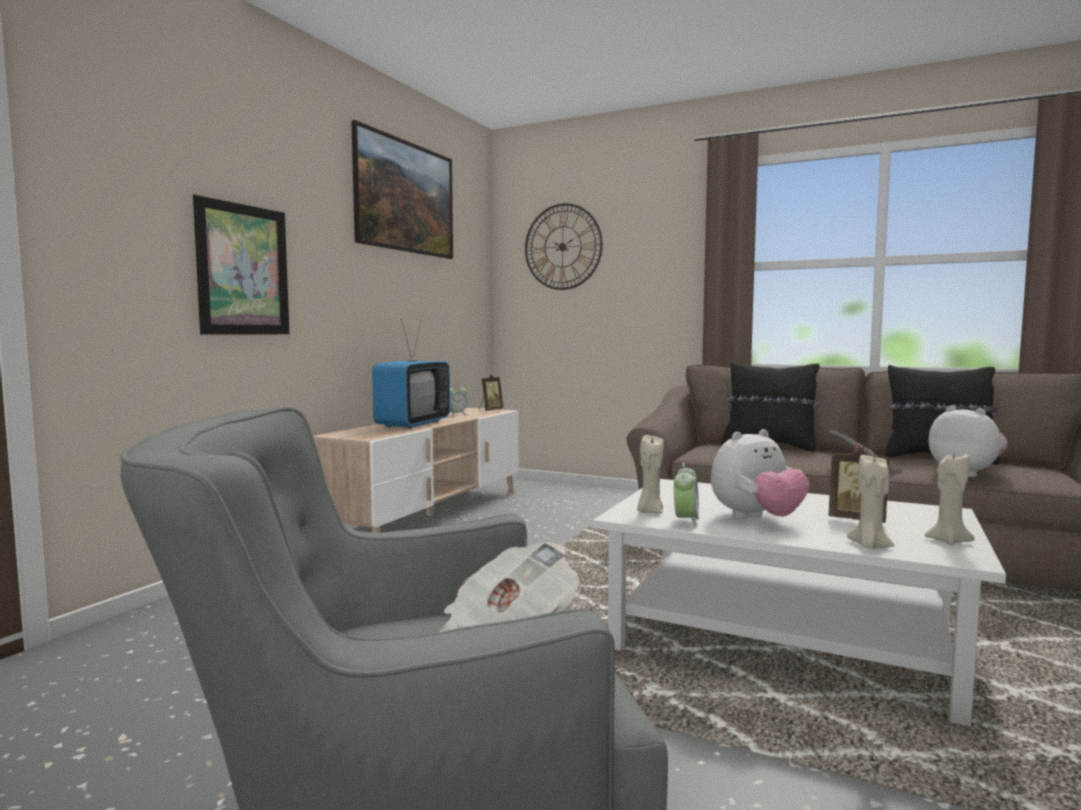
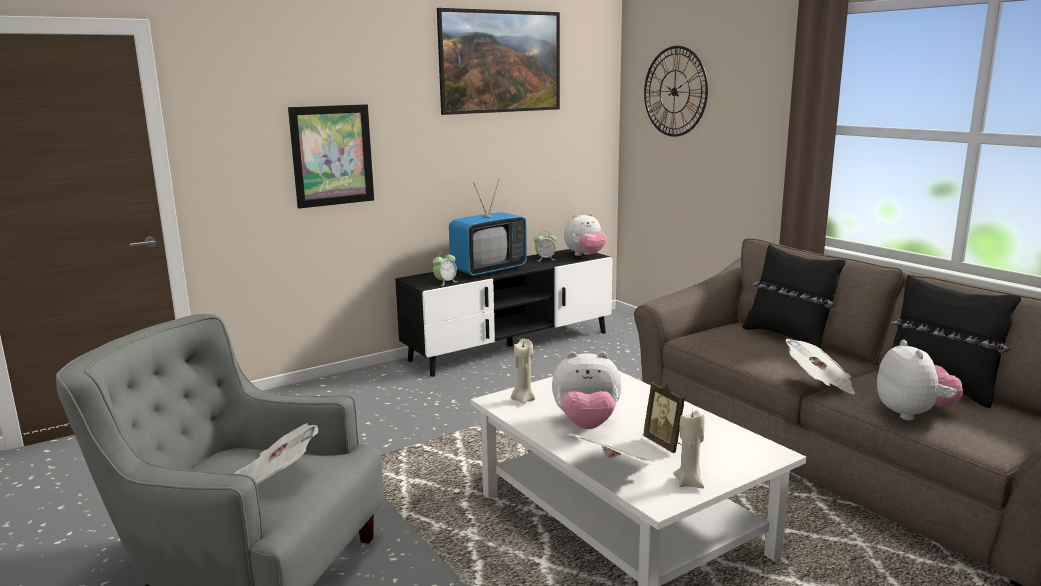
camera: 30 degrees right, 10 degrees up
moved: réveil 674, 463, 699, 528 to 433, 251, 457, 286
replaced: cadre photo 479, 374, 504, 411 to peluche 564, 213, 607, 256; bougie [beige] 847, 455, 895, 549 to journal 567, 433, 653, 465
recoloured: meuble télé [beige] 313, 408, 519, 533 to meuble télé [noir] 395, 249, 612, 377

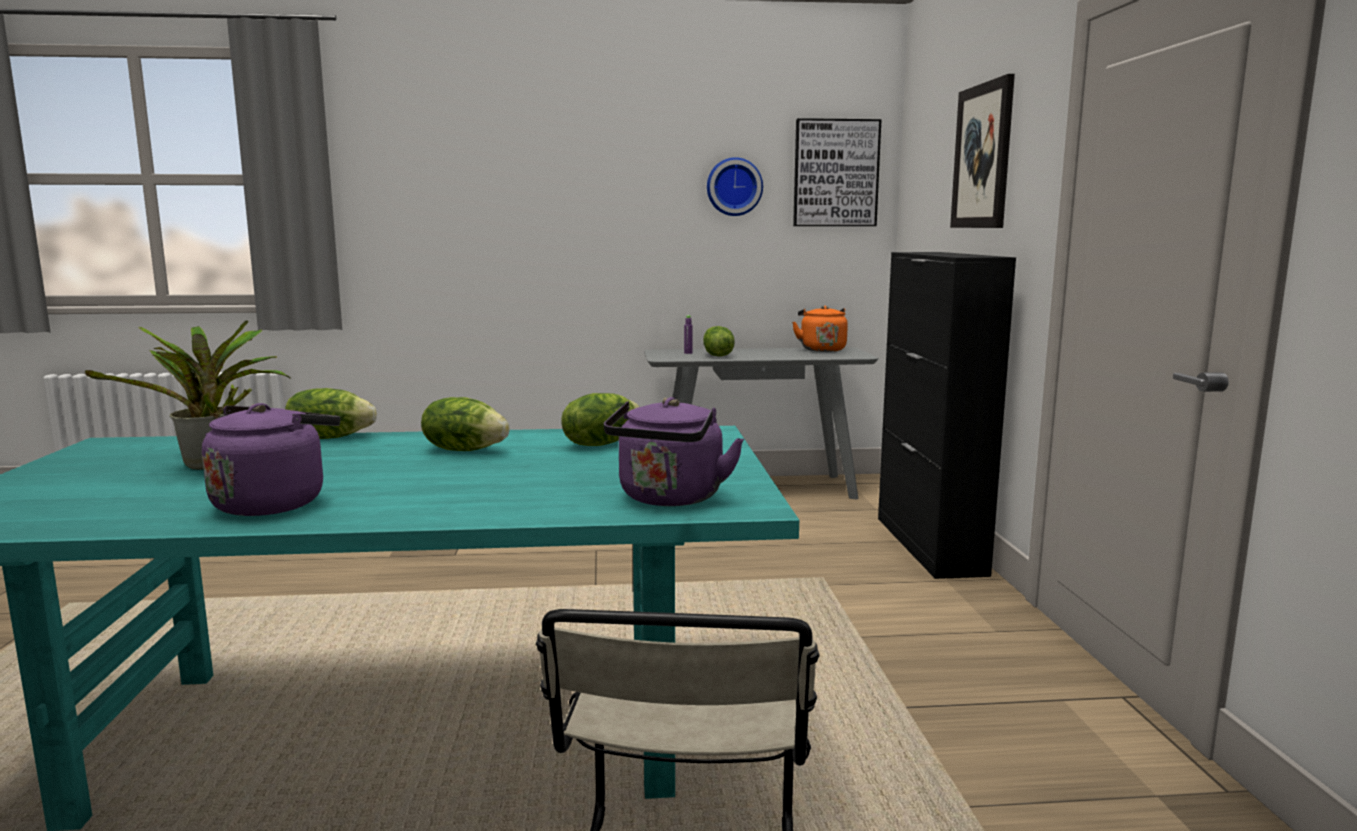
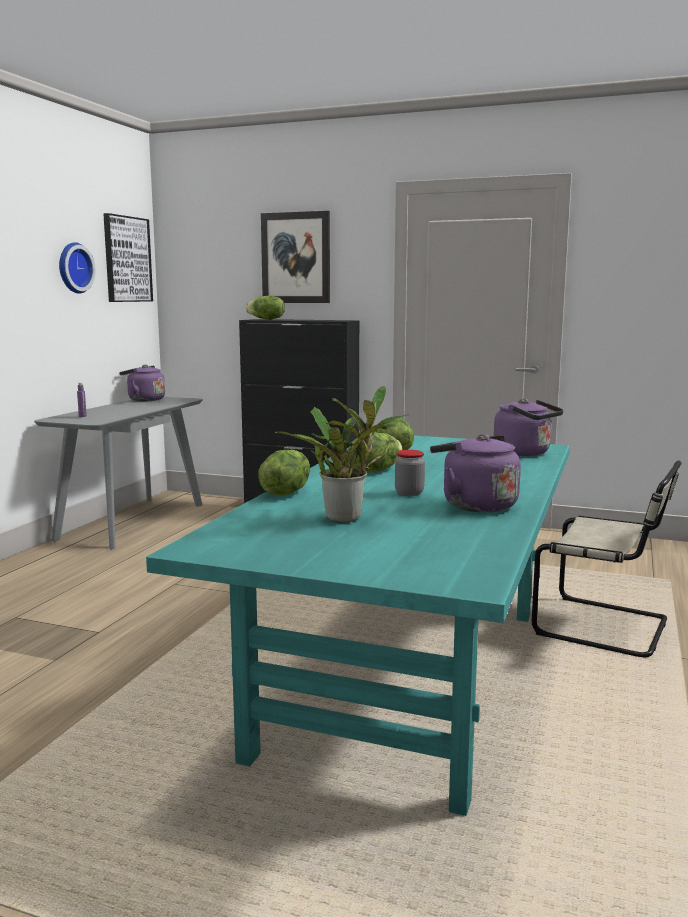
camera: 65 degrees left, 0 degrees up
added: bocal 395, 450, 425, 496
moved: laitue 703, 326, 735, 357 to 246, 296, 285, 319
recoloured: bouilloire [orange] 792, 305, 848, 352 to bouilloire [violet] 119, 365, 165, 401

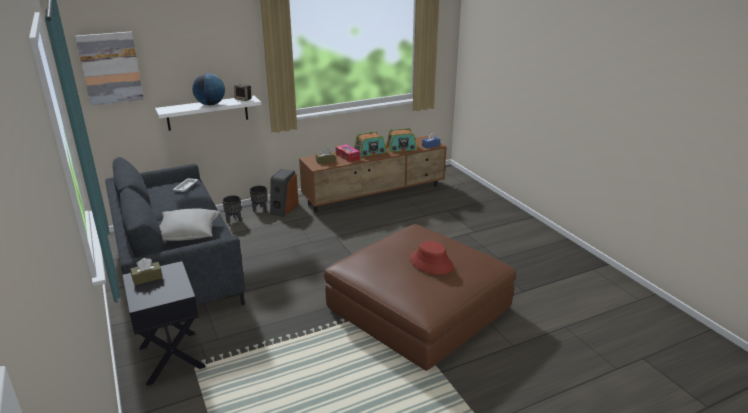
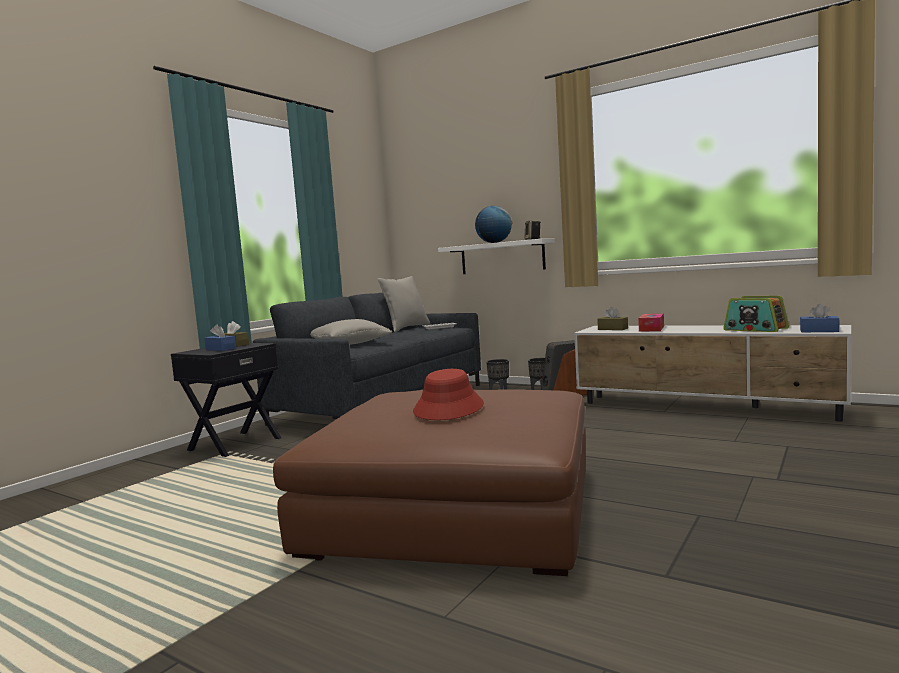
camera: 60 degrees right, 20 degrees down
removed: tableau 75, 31, 144, 106; radio 354, 131, 387, 157
added: boîte à mouchoirs [bleu] 204, 324, 236, 351; coussin [gris] 378, 276, 430, 332
recoloured: meuble télé [marron] 299, 136, 447, 213 to meuble télé [blanc] 574, 325, 851, 422

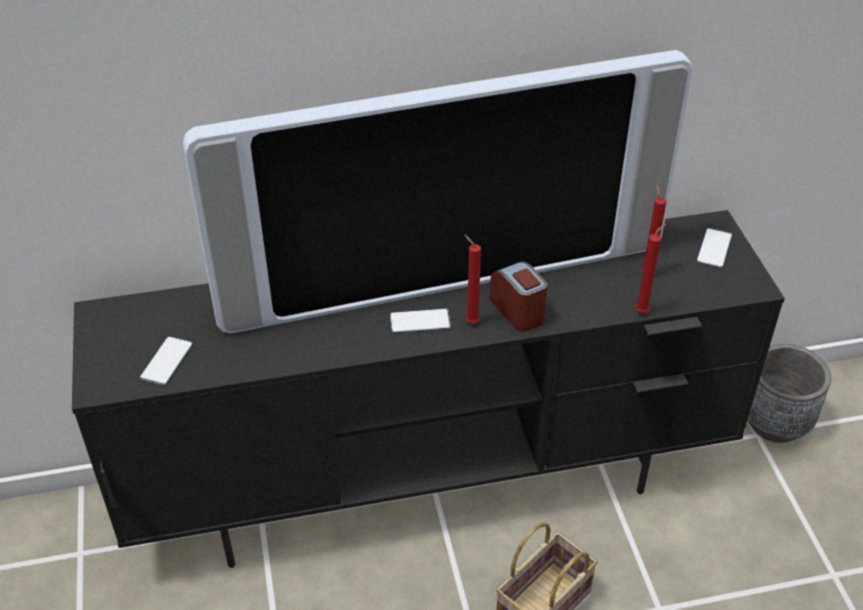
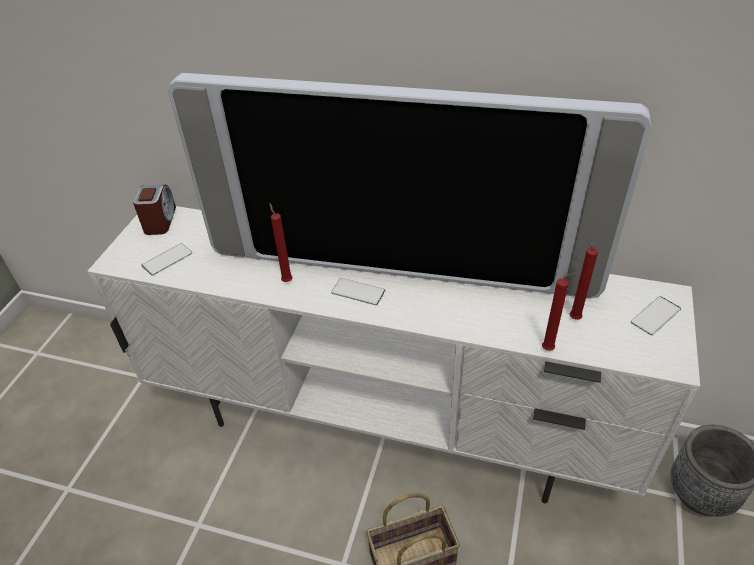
camera: 30 degrees right, 0 degrees up
moved: réveil 489, 262, 548, 332 to 133, 185, 176, 235; bougie [rouge] 465, 235, 481, 323 to 269, 203, 293, 282
recoloured: meuble télé [noir] 72, 210, 785, 568 to meuble télé [blanc] 87, 206, 700, 503

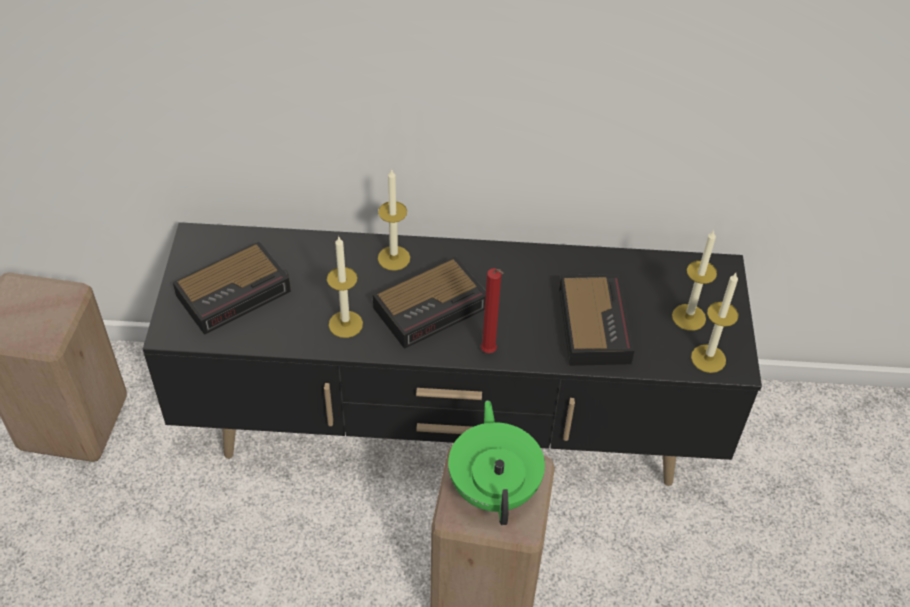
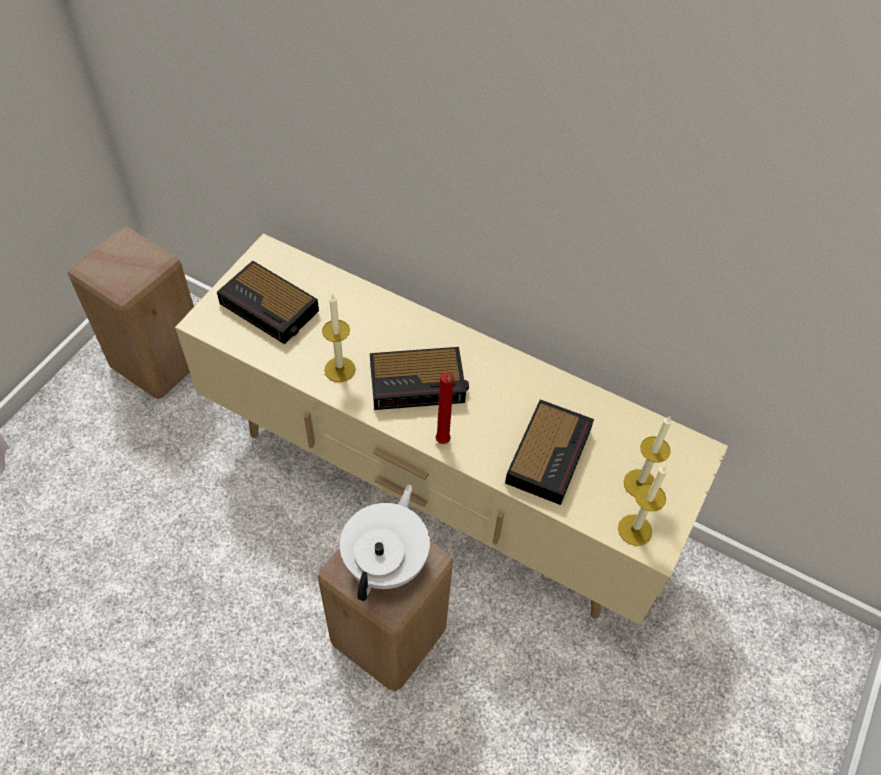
camera: 25 degrees right, 5 degrees up
removed: bougie 378, 169, 410, 271
recoloured: meuble télé [noir] 143, 222, 762, 486 to meuble télé [beige] 175, 234, 728, 625; théière [vert] 448, 400, 545, 525 to théière [blanc] 340, 485, 430, 601
turned: réveil 173, 242, 291, 335 = 217, 261, 319, 344 45 degrees clockwise

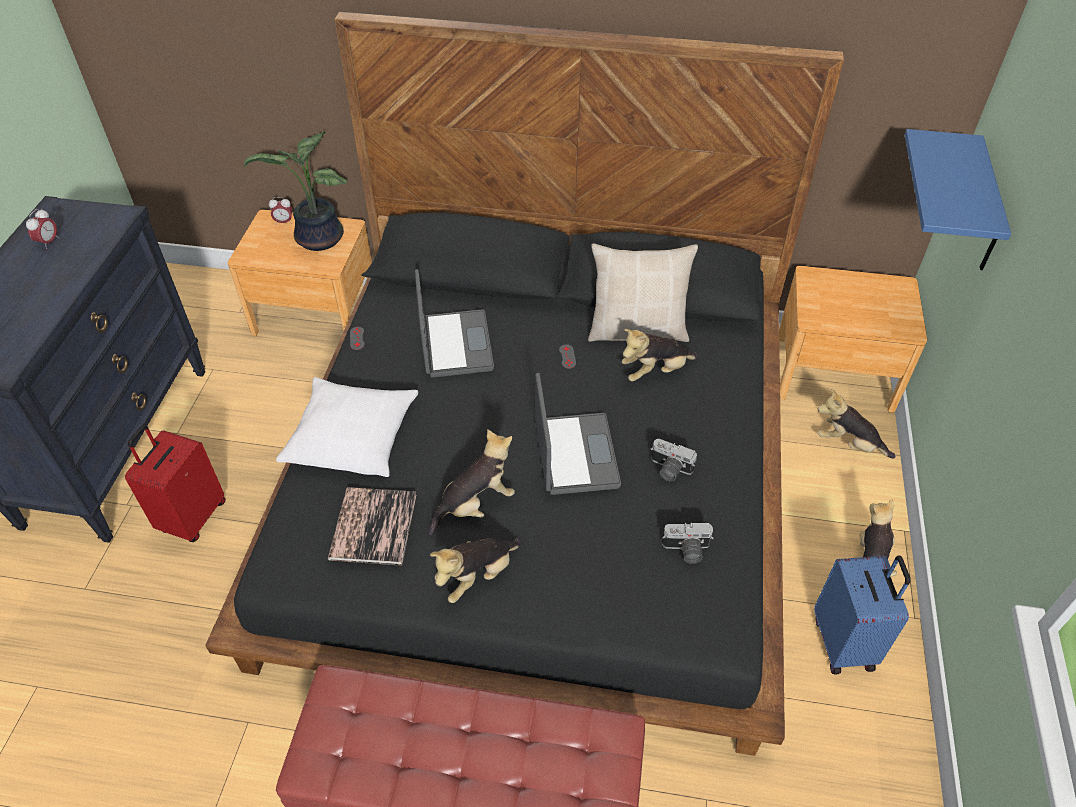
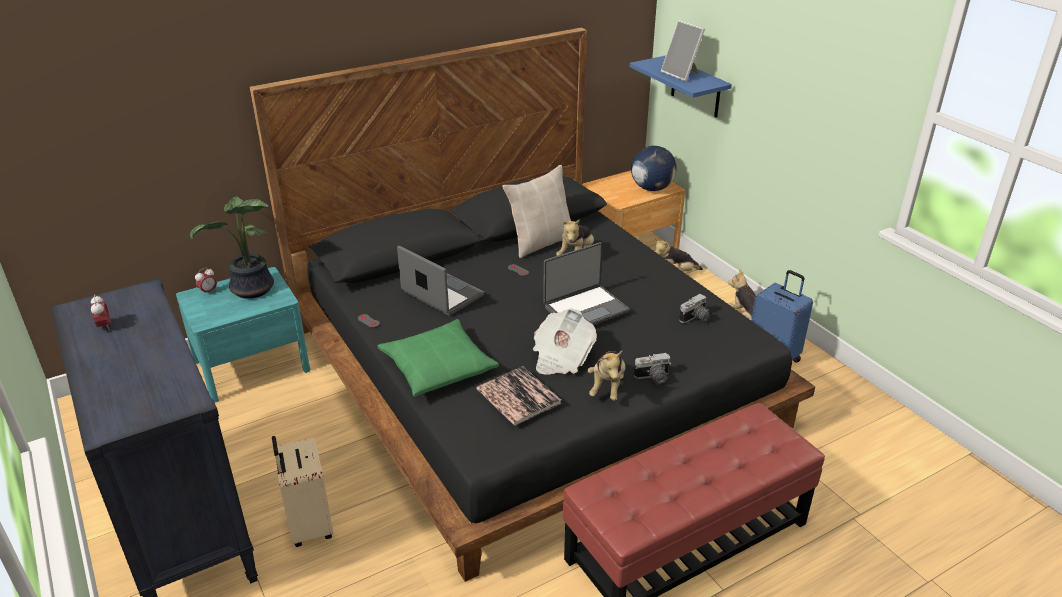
camera: 40 degrees left, 15 degrees down
added: globe 631, 146, 677, 191; cadre photo 661, 20, 705, 81
moved: appareil photo 651, 439, 697, 481 to 634, 353, 670, 384
replaced: peluche 429, 429, 515, 535 to journal 533, 309, 597, 375
recoloured: table de chevet [marron] 228, 210, 372, 336 to table de chevet [turquoise] 176, 267, 310, 402; valise [rouge] 125, 425, 226, 542 to valise [beige] 272, 436, 334, 547; coussin [blanc] 276, 377, 418, 477 to coussin [vert] 378, 319, 499, 397
turned: ordinateur portable 535, 373, 621, 495 = 543, 242, 630, 325 105 degrees clockwise

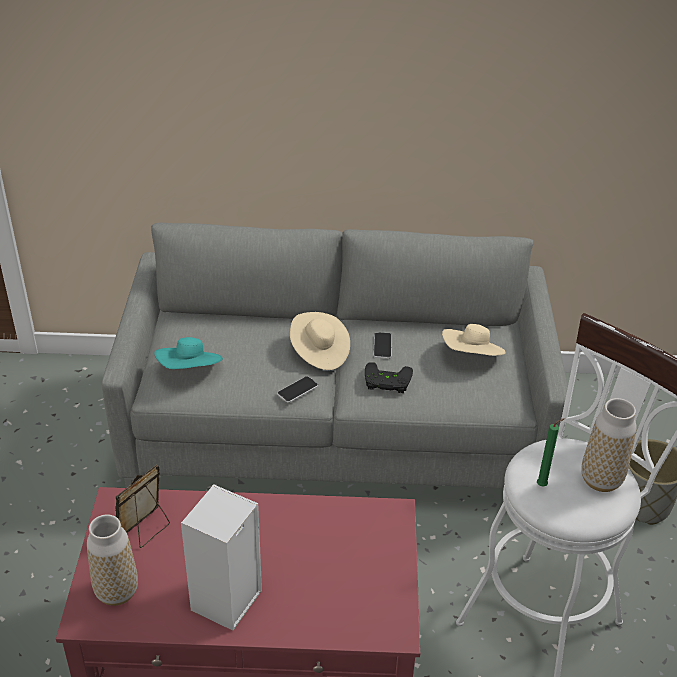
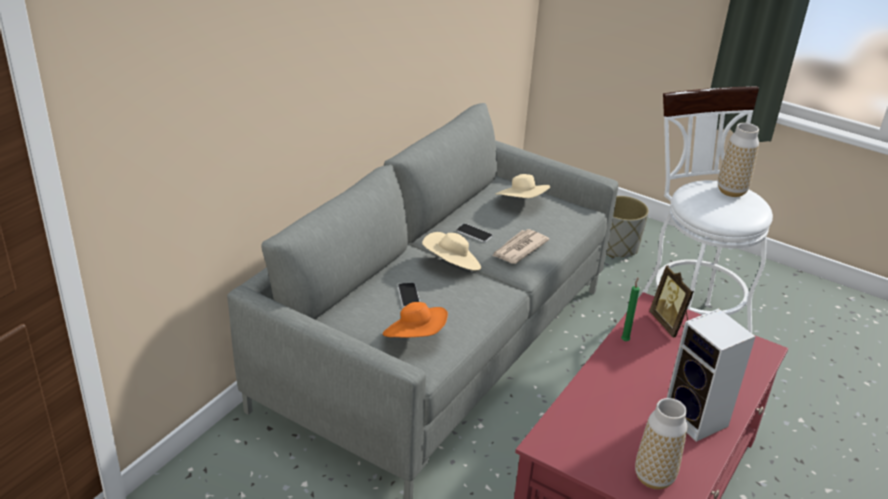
camera: 60 degrees left, 5 degrees down
moved: téléphone 277, 376, 318, 403 to 398, 283, 420, 308; bougie [vert] 537, 418, 565, 486 to 621, 278, 640, 341; cadre photo 115, 465, 170, 548 to 649, 265, 694, 338
replaced: manette [noir] 365, 363, 413, 393 to journal 492, 229, 549, 264
recoloured: chapeau [turquoise] 154, 337, 223, 369 to chapeau [orange] 383, 302, 448, 338

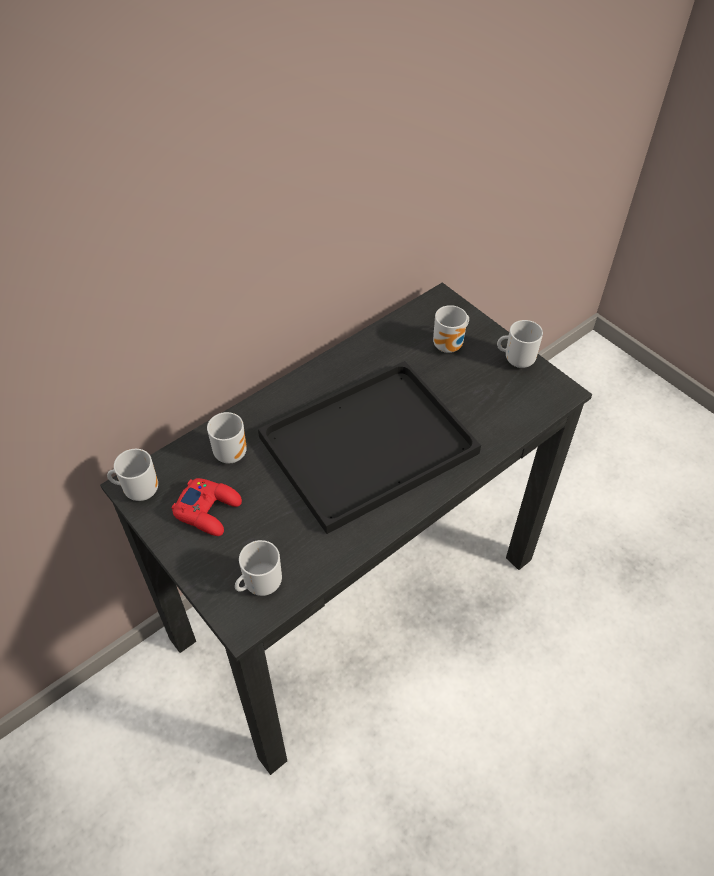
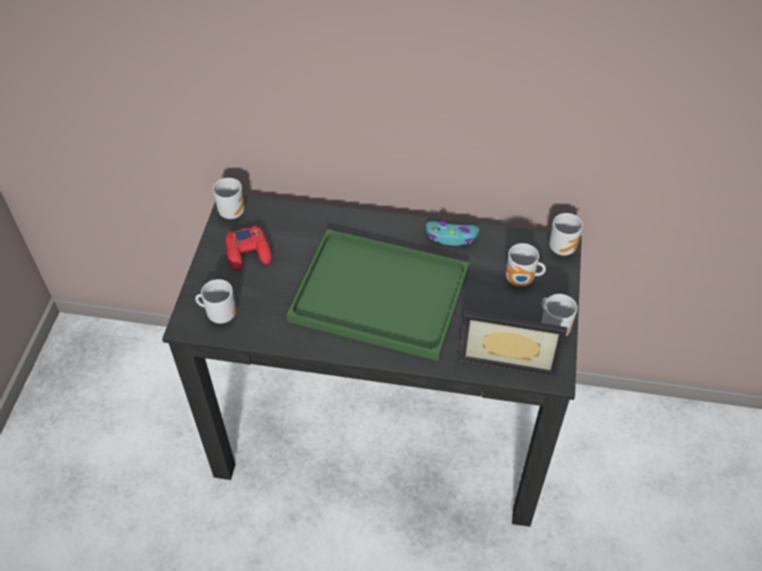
camera: 50 degrees right, 0 degrees up
added: manette [turquoise] 426, 221, 479, 246; cadre photo 458, 311, 567, 376
moved: mug 207, 412, 247, 463 to 549, 213, 583, 256
recoloured: plateau [noir] 258, 361, 481, 534 to plateau [vert] 287, 229, 469, 361

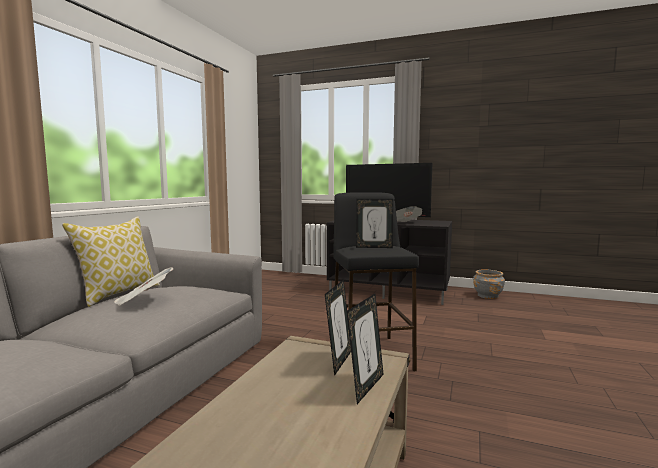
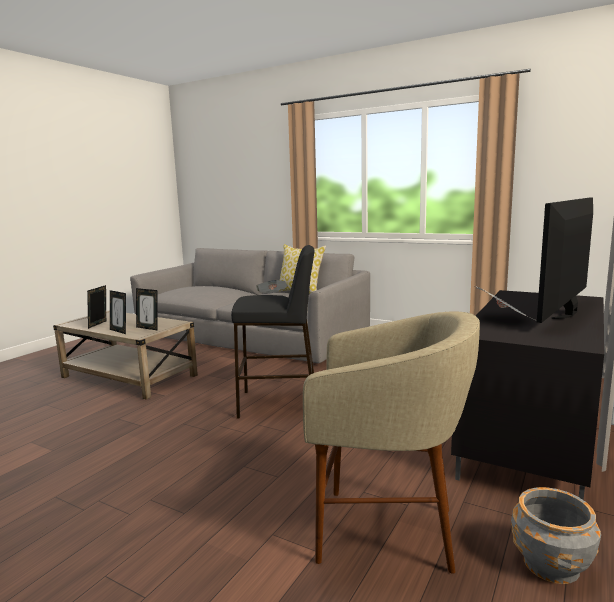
camera: 100 degrees right, 5 degrees up
added: tabouret [beige] 303, 312, 480, 574
moved: cadre photo 356, 199, 393, 248 to 87, 285, 106, 329

